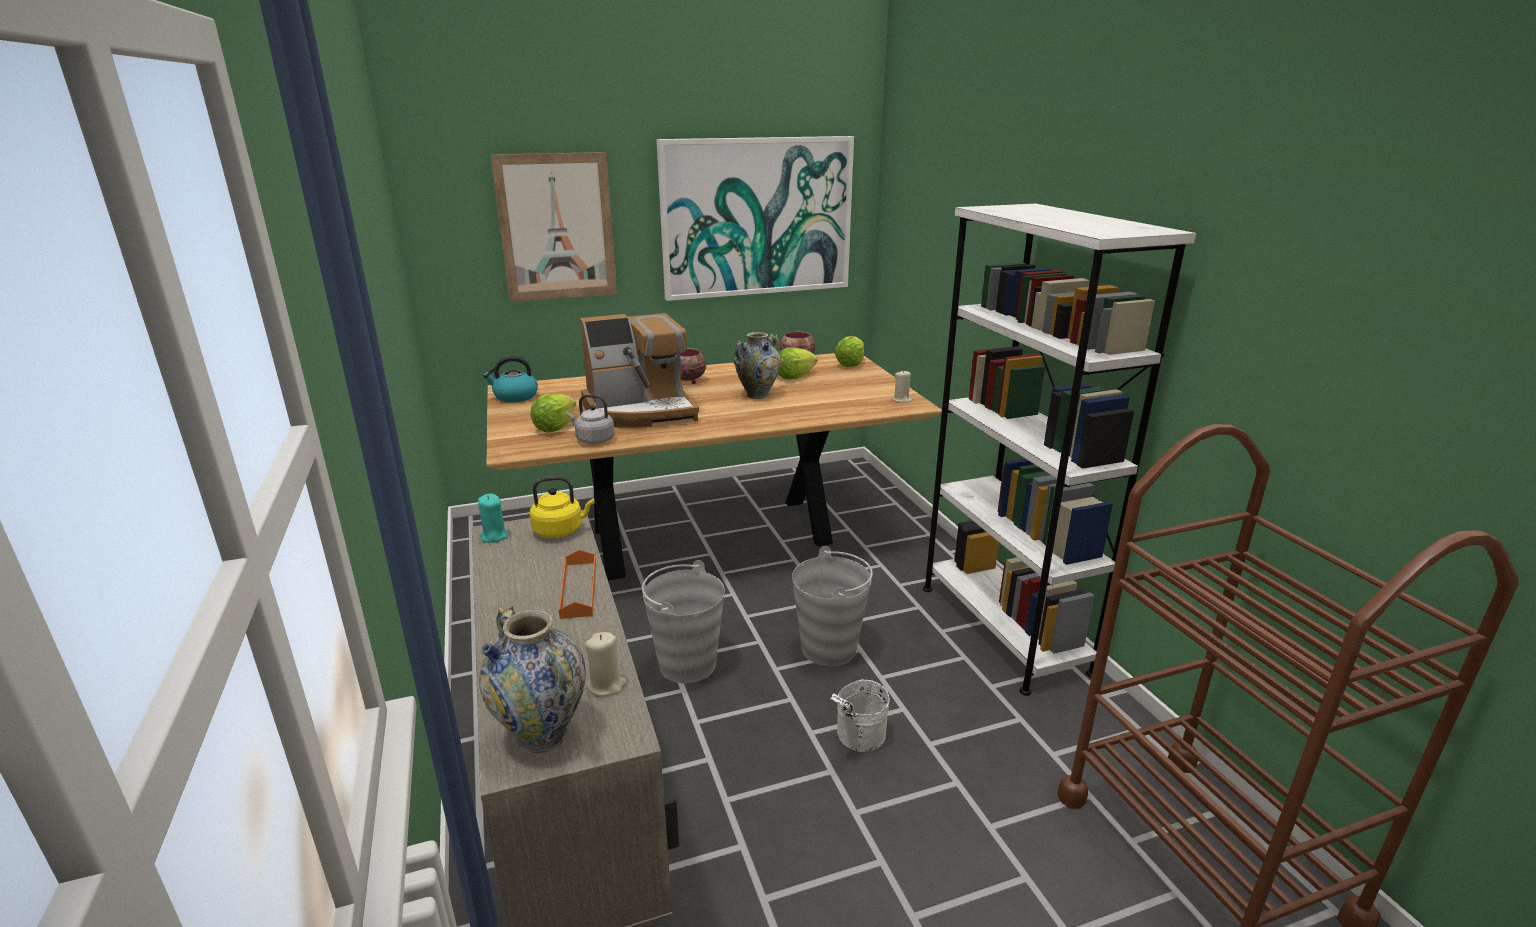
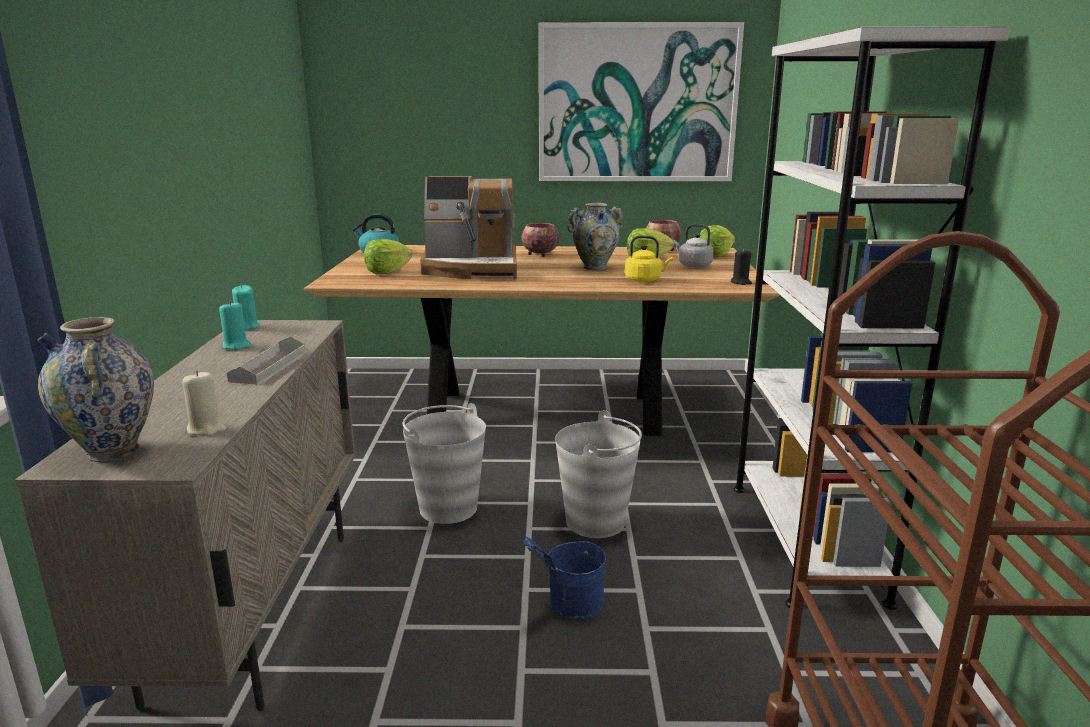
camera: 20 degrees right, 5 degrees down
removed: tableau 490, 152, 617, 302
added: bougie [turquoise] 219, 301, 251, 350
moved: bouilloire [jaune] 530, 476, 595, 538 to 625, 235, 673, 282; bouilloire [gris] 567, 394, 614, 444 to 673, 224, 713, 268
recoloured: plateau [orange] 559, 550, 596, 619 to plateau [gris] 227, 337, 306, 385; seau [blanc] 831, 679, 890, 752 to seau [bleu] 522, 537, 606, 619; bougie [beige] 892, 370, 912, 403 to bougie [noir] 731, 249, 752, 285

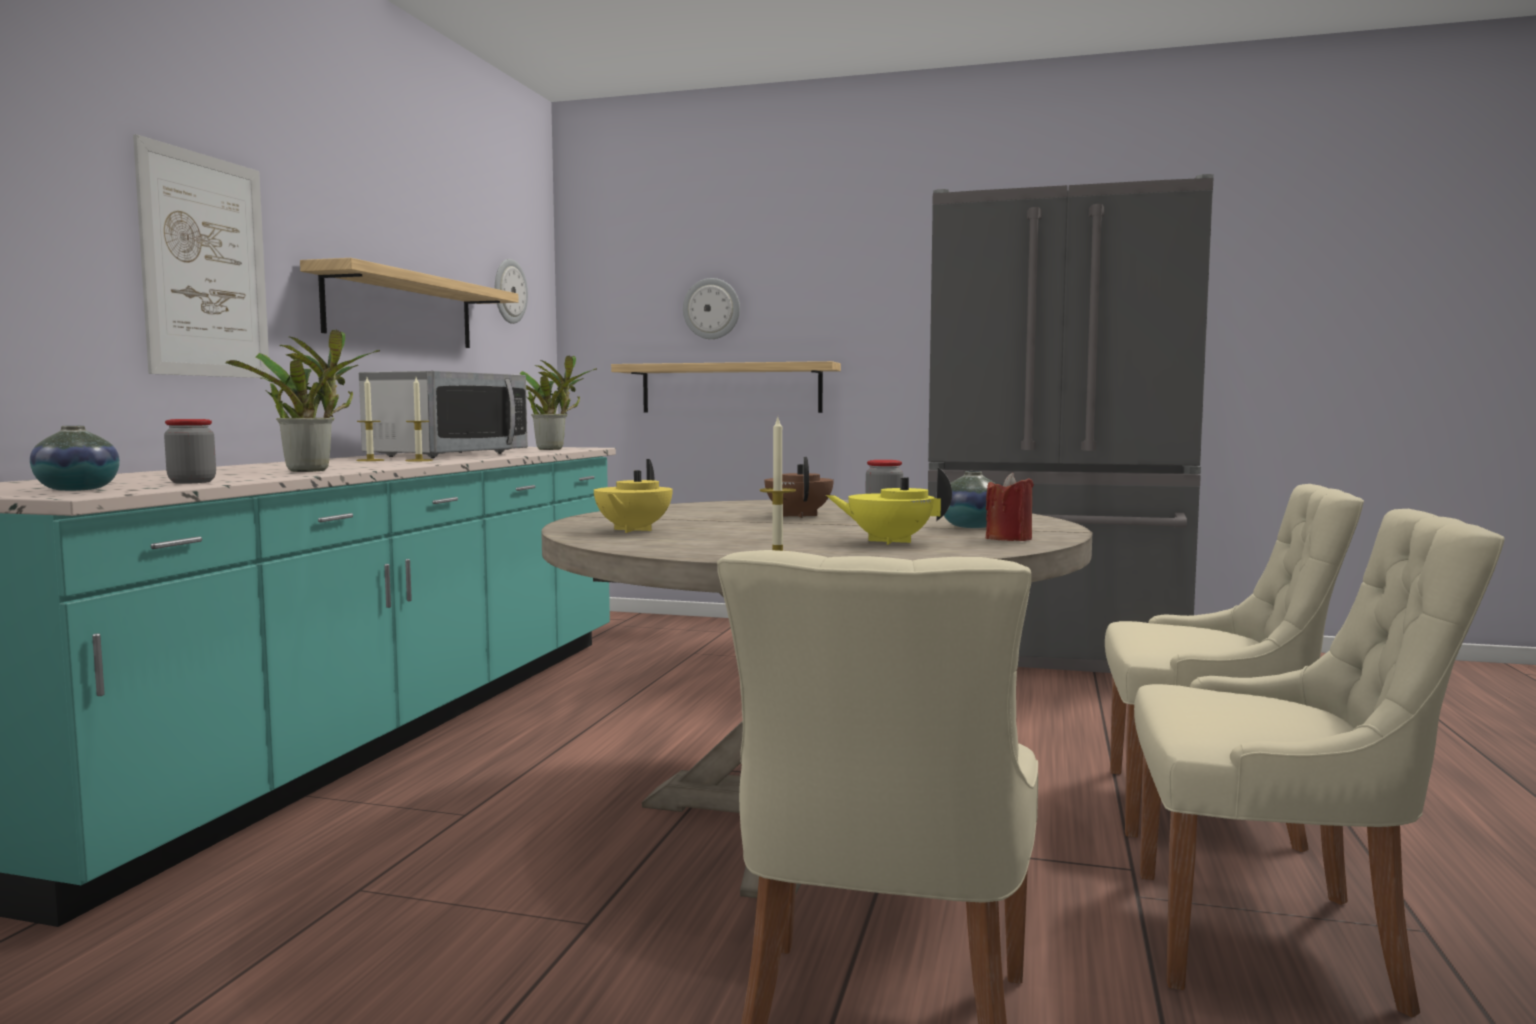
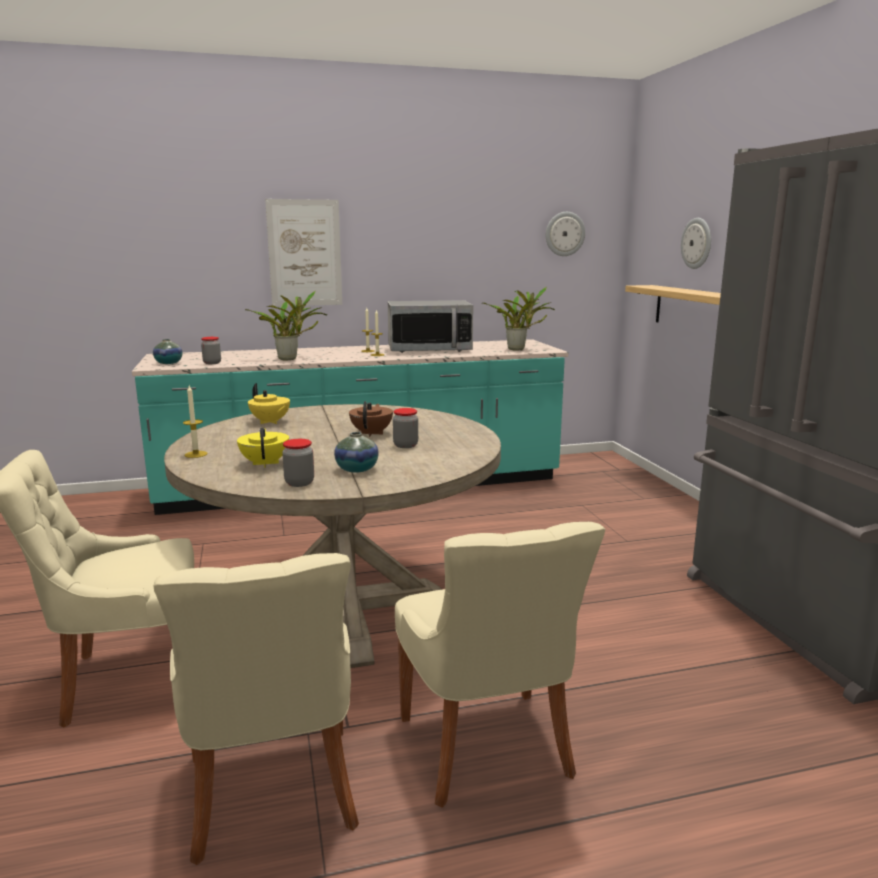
camera: 60 degrees right, 10 degrees up
removed: étagère 300, 258, 519, 348
replaced: bougie [rouge] 986, 473, 1034, 541 to bocal 282, 439, 314, 487
turned: théière [jaune] 594, 459, 673, 533 = 248, 383, 290, 424 120 degrees counterclockwise; théière [marron] 764, 457, 834, 518 = 349, 401, 393, 437 45 degrees counterclockwise

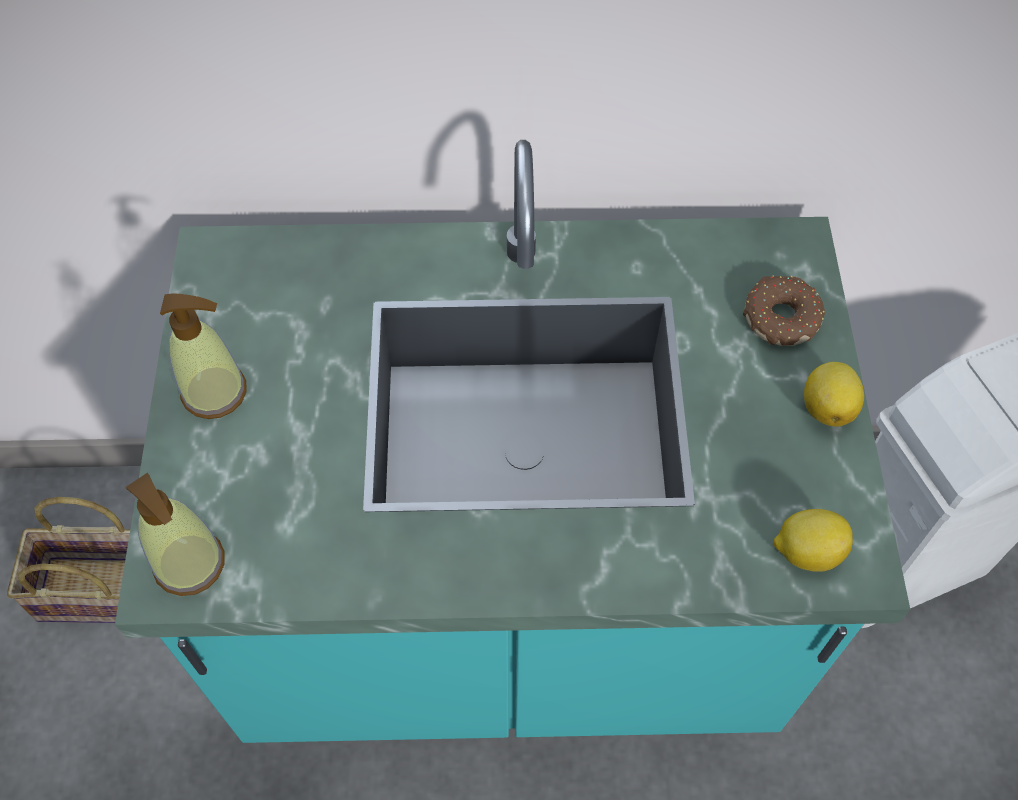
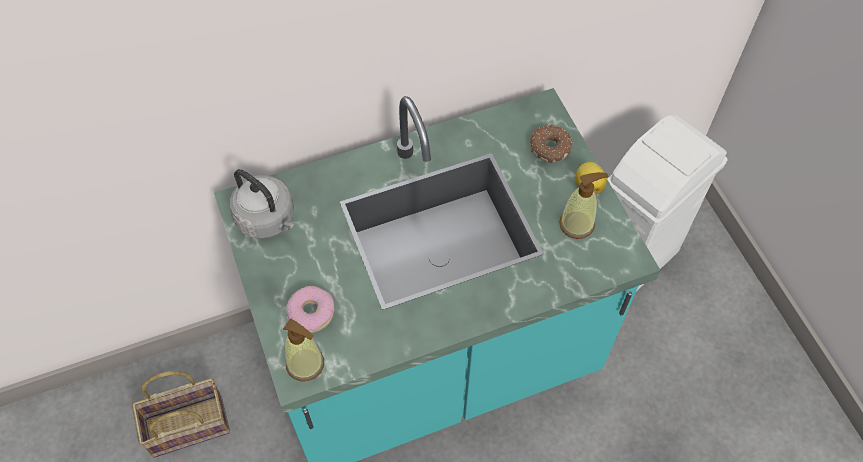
camera: 20 degrees left, 0 degrees up
removed: citron 773, 509, 853, 572
added: bouilloire [gris] 230, 169, 294, 239; beignet 286, 286, 335, 333
moved: distributeur de savon 160, 294, 247, 419 to 559, 172, 609, 239

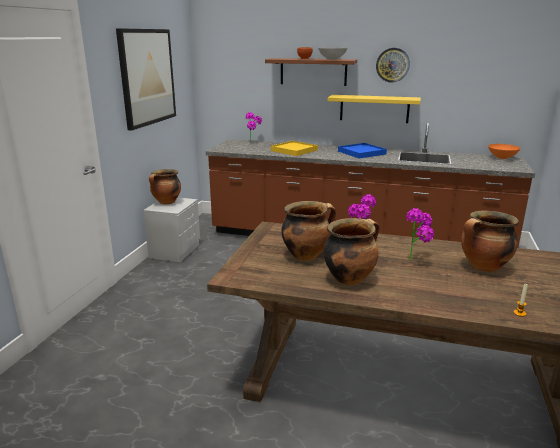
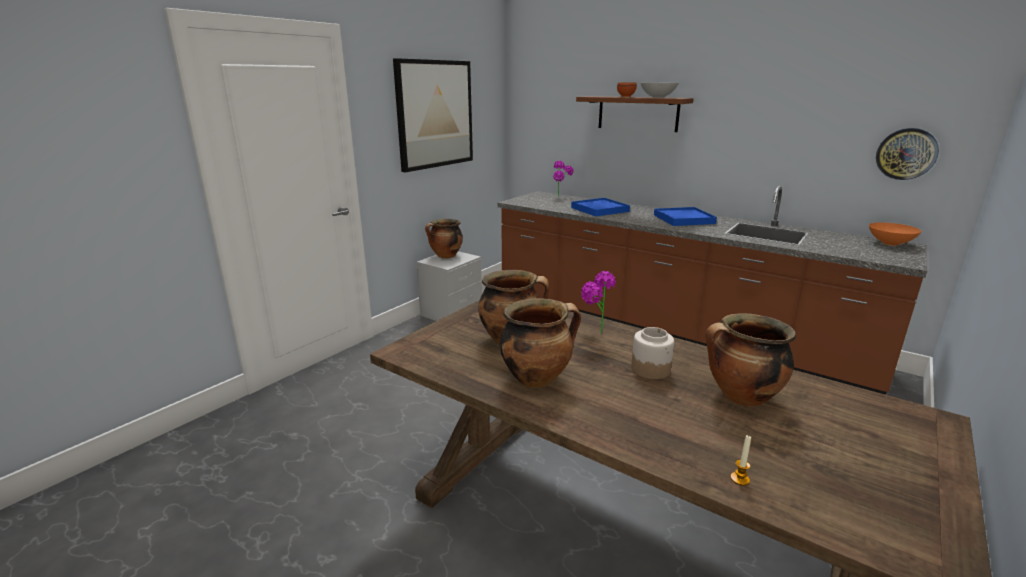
camera: 20 degrees right, 0 degrees up
removed: étagère [jaune] 327, 95, 421, 123
moved: horloge murale 376, 48, 410, 83 to 876, 128, 939, 180
replaced: plante en pot 406, 208, 434, 260 to bocal 631, 327, 674, 379
recoloured: plateau [jaune] 271, 141, 318, 156 to plateau [bleu] 571, 198, 630, 217

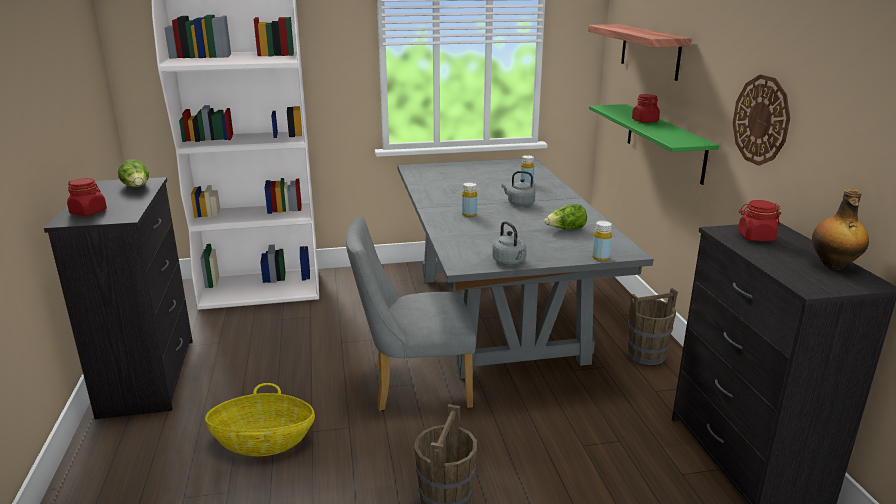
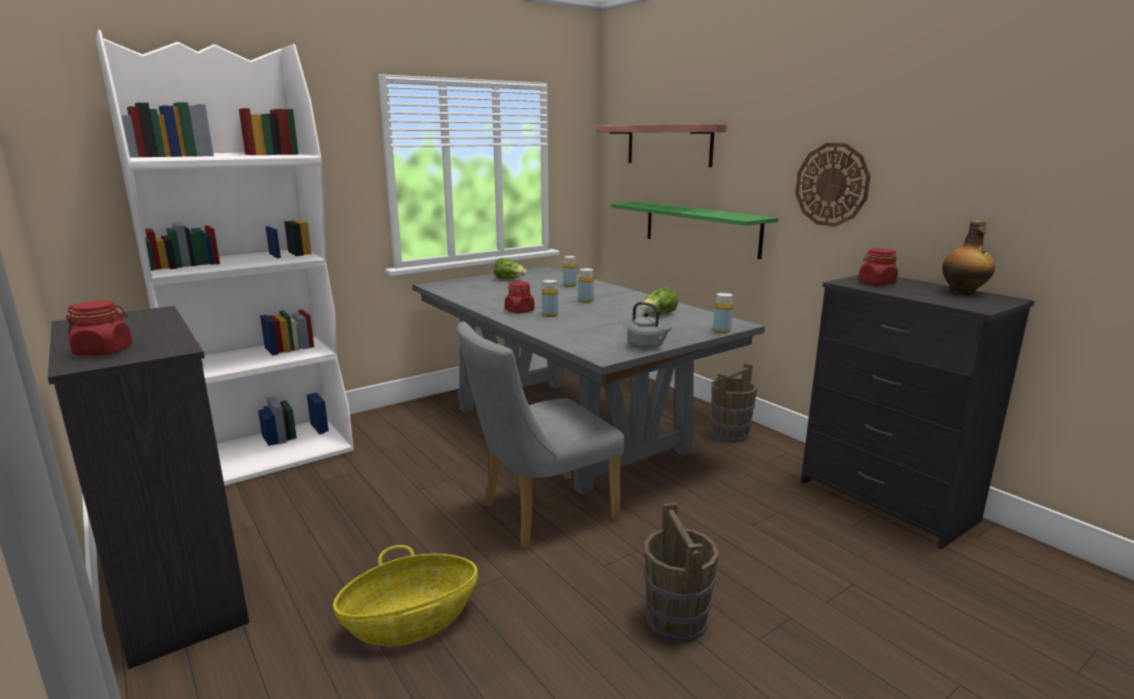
camera: 25 degrees left, 5 degrees down
moved: laitue 118, 159, 149, 187 to 493, 258, 527, 279; bocal [rouge] 632, 94, 660, 123 to 505, 281, 535, 313
replaced: bouilloire [gris] 501, 171, 535, 206 to bouteille [jaune] 579, 268, 594, 303

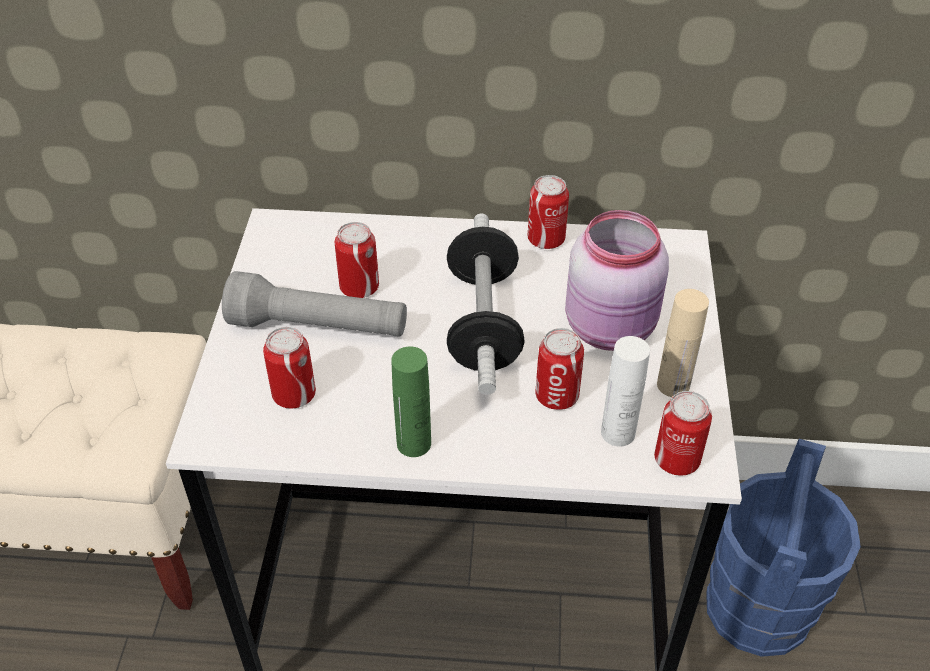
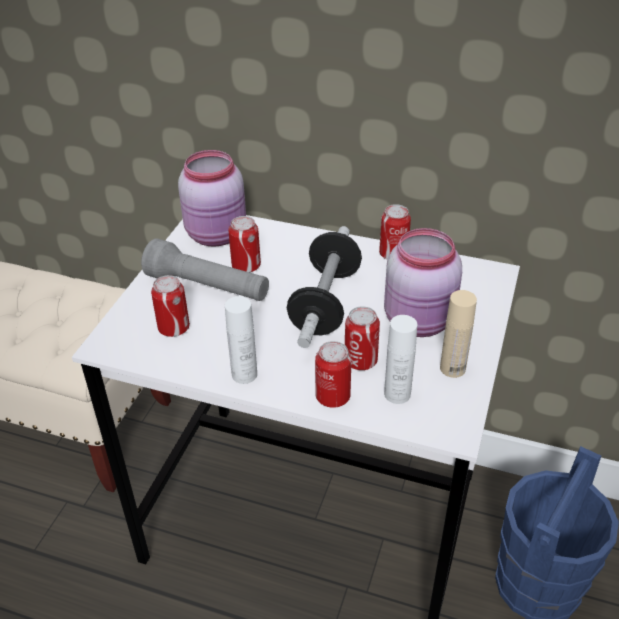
camera: 15 degrees right, 5 degrees down
added: bocal [rose] 178, 150, 246, 247
moved: boîte métallique 654, 391, 712, 476 to 315, 341, 351, 408
recoloured: bouteille [vert] 391, 346, 431, 457 to bouteille [blanc] 225, 296, 257, 384

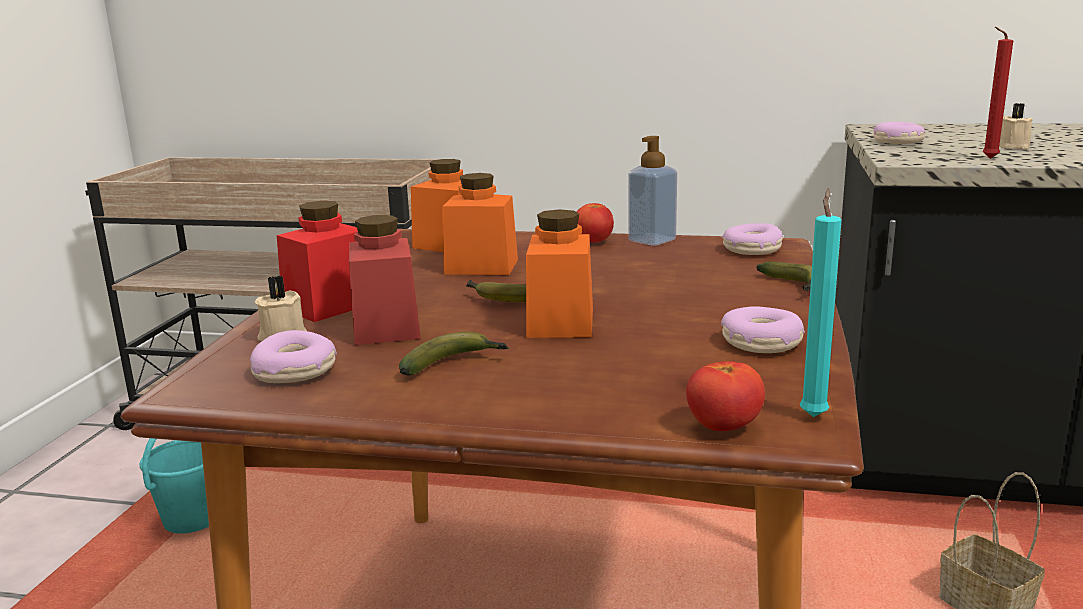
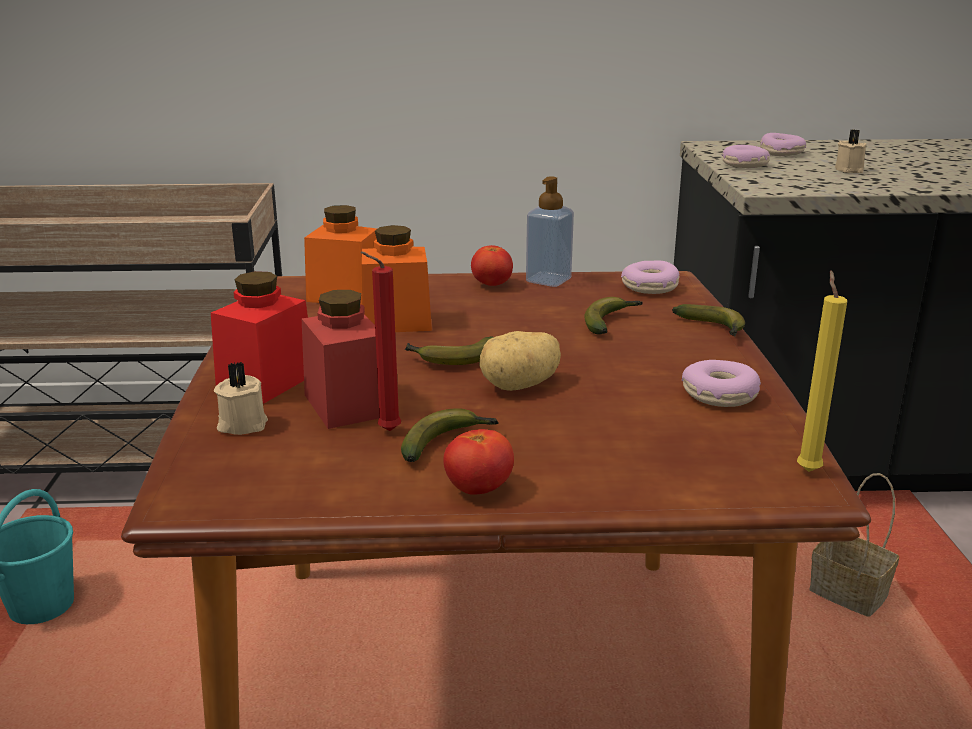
camera: 15 degrees left, 5 degrees up
added: banane 584, 297, 643, 335
moved: bougie [rouge] 982, 27, 1013, 159 to 360, 252, 401, 431; tomate 686, 361, 765, 431 to 443, 429, 514, 495; beignet 250, 330, 337, 383 to 760, 133, 806, 156
replaced: bocal [orange] 526, 209, 593, 338 to pomme de terre 479, 331, 561, 391
recoloured: bougie [turquoise] 800, 189, 841, 417 to bougie [jaune] 797, 270, 847, 472

